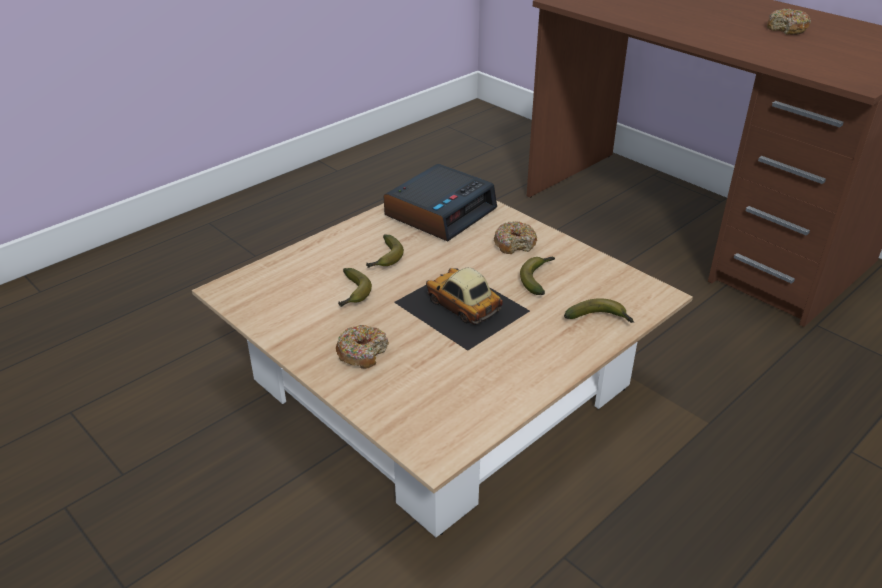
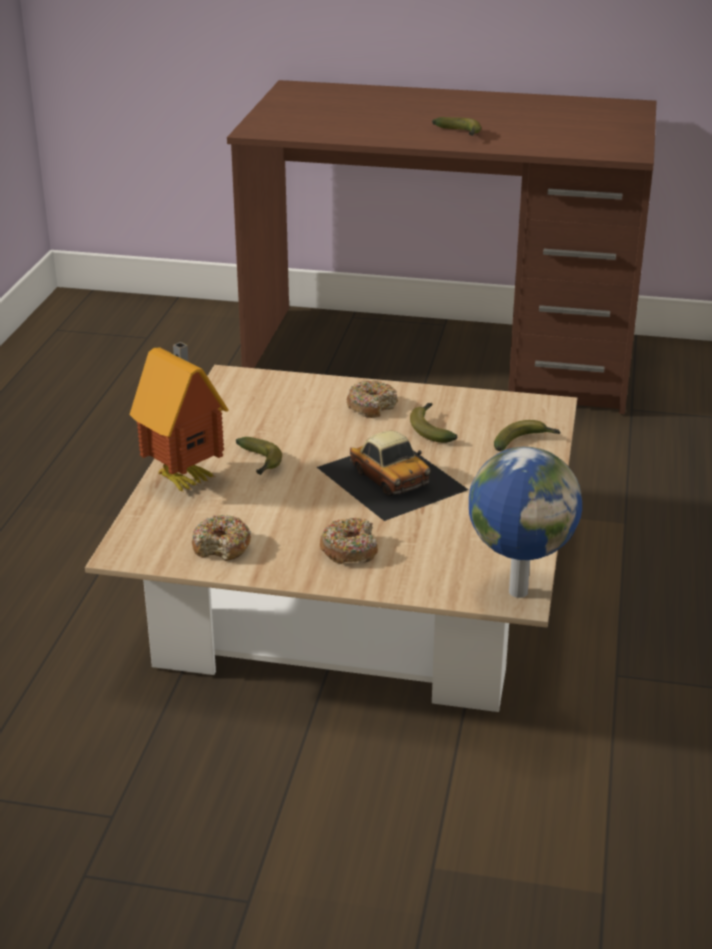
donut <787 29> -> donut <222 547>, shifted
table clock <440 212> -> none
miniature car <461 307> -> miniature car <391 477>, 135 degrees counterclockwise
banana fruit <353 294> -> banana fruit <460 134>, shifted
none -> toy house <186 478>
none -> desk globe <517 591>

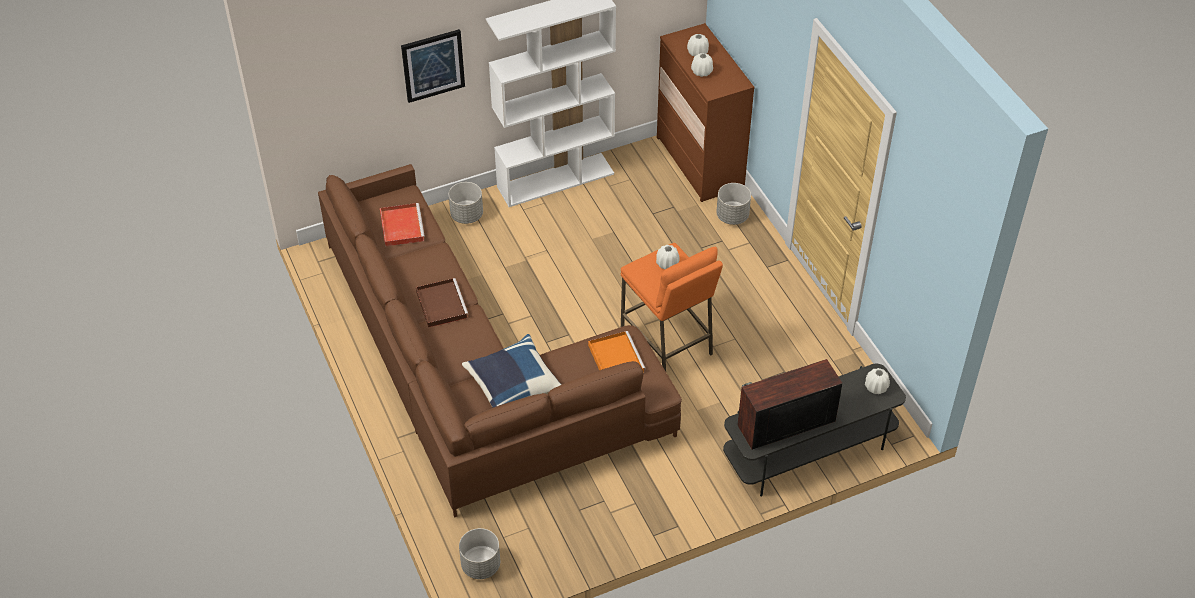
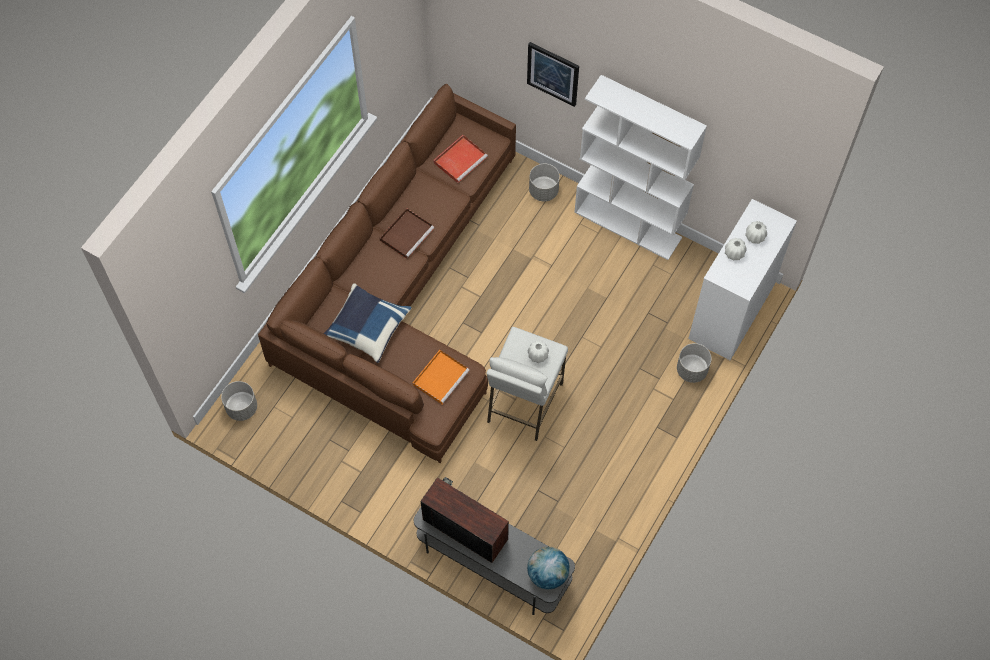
brown-coloured chest of drawers <699 163> -> white-coloured chest of drawers <731 312>
orange stool <667 342> -> white-coloured stool <524 403>
white-coloured vase <876 387> -> desk globe <547 574>

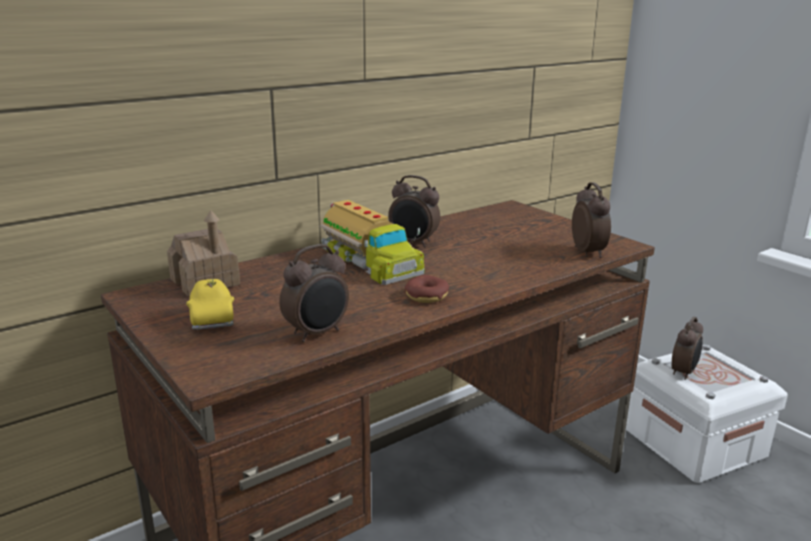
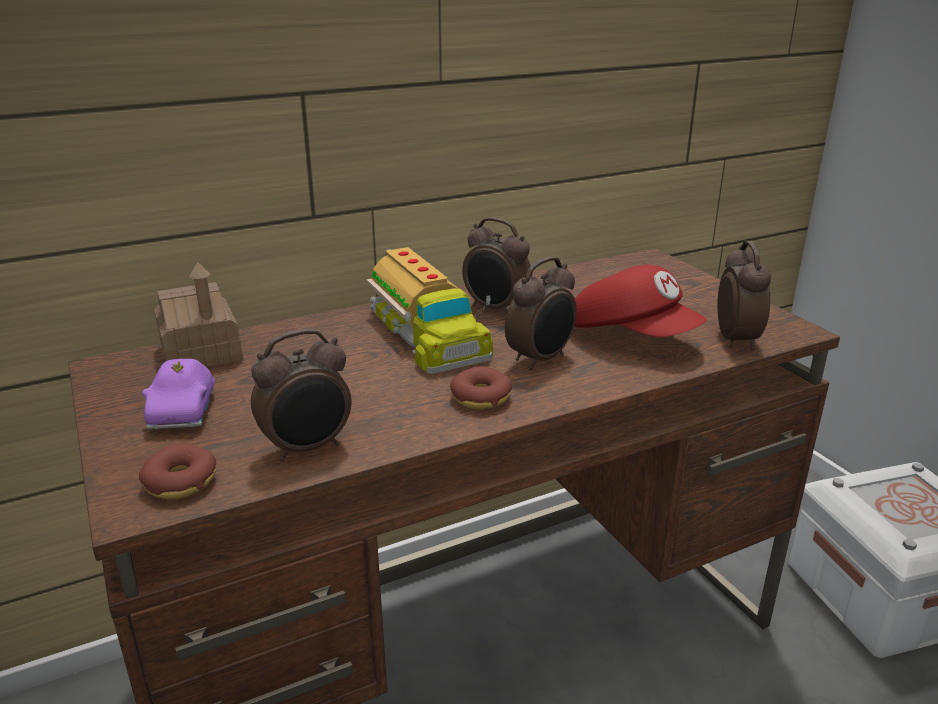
yellow miniature car <213 318> -> purple miniature car <184 412>
table clock <684 372> -> table clock <541 359>, shifted
none -> red baseball cap <631 335>
none -> donut <181 482>

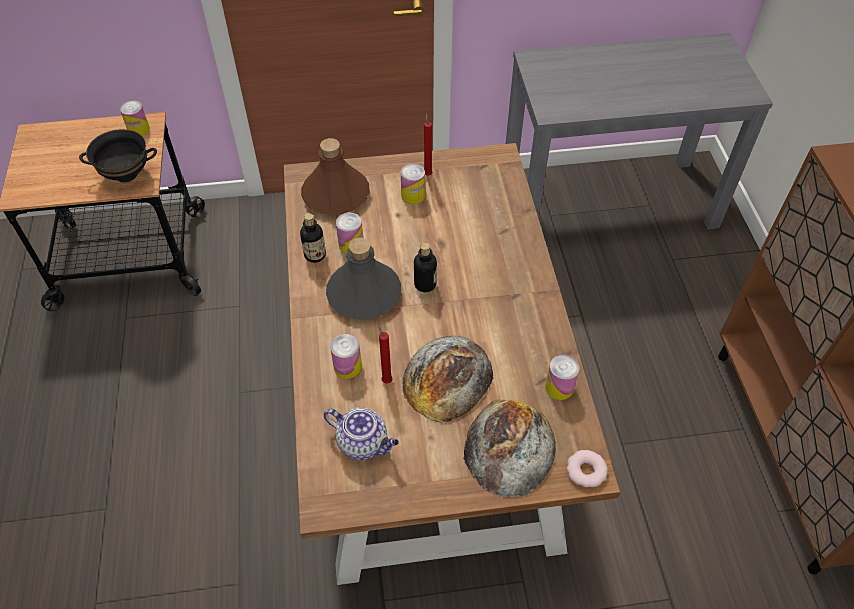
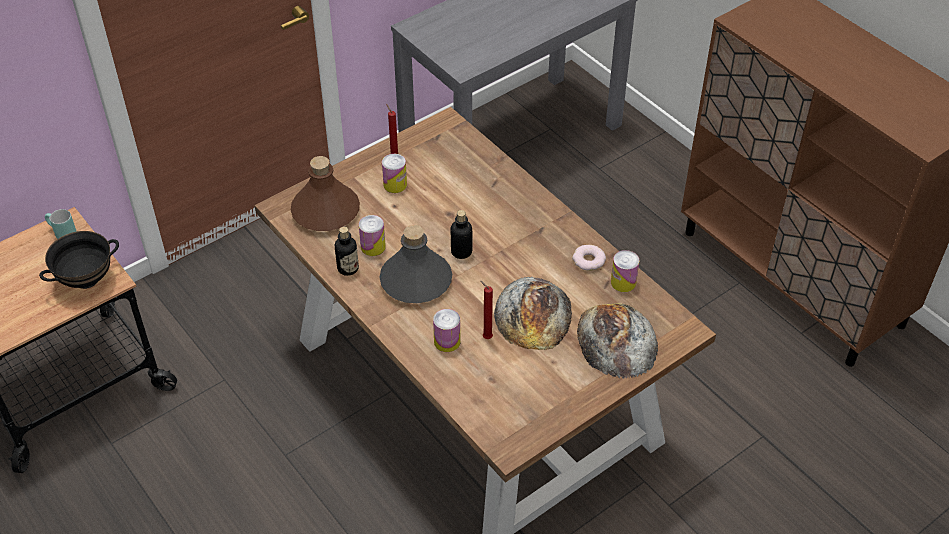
metal can <138 130> -> blue-green coffee mug <61 234>
teapot <364 443> -> none
donut <585 471> -> donut <588 260>, shifted

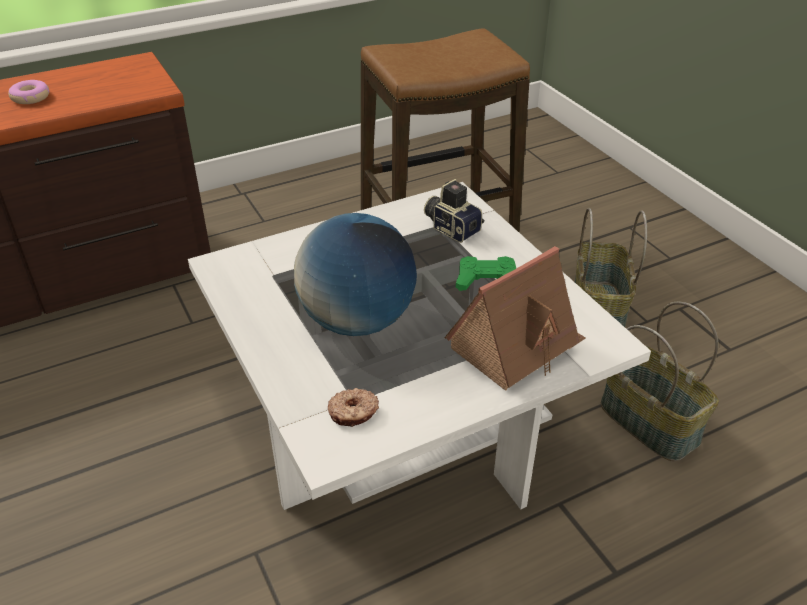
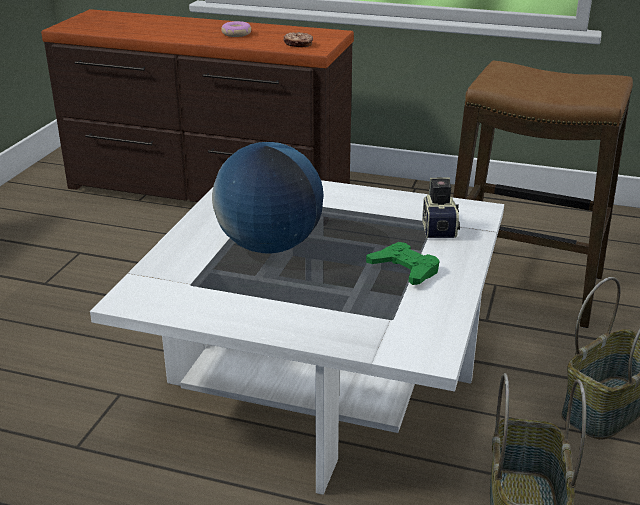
toy house <516 345> -> none
donut <353 413> -> donut <298 44>, shifted

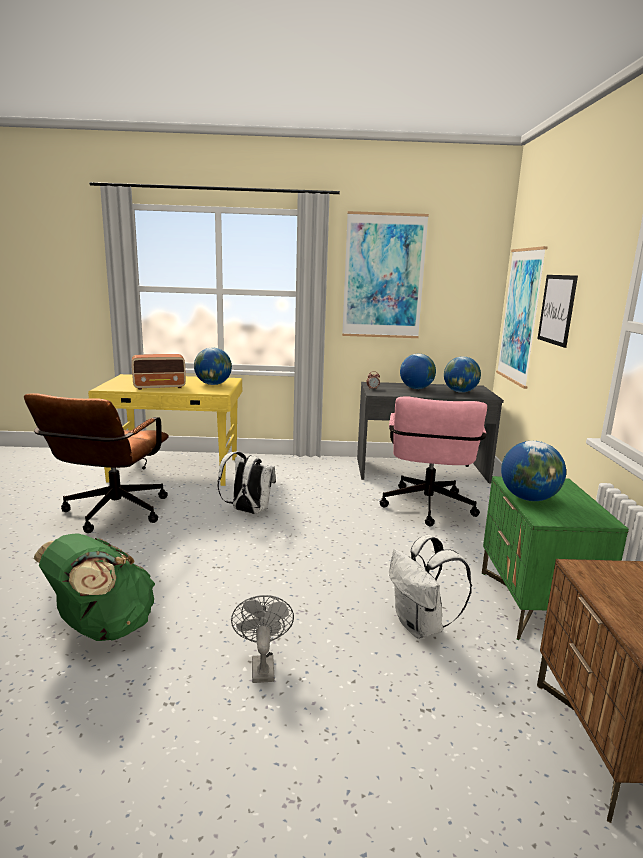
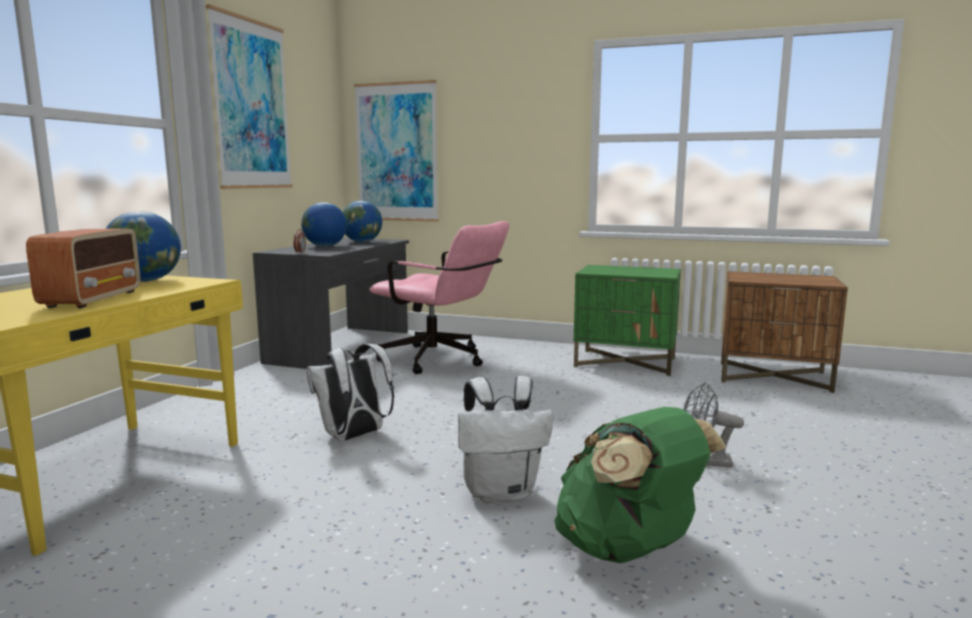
wall picture <557 309> -> none
brown-coloured desk chair <111 515> -> none
desk globe <528 498> -> none
white-coloured knapsack <421 626> -> white-coloured knapsack <501 492>, shifted

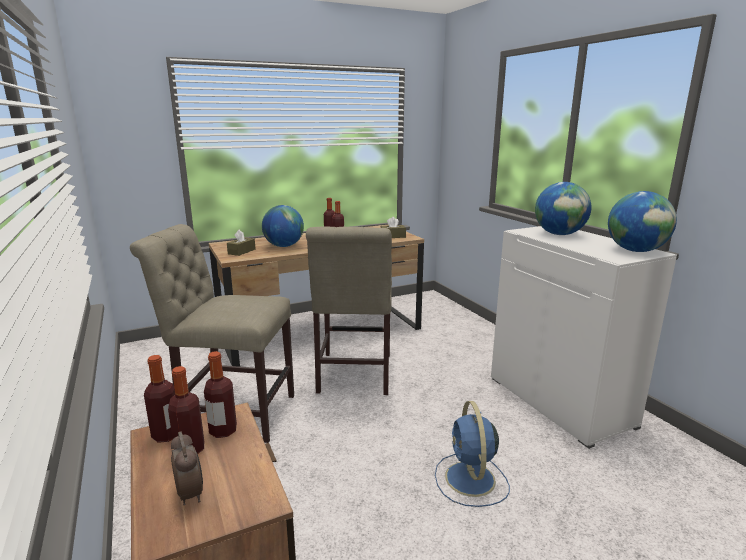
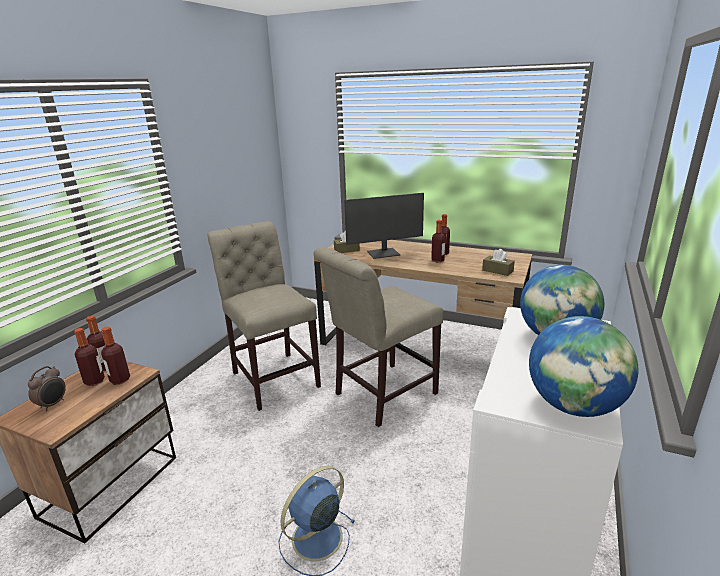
desk globe <284 246> -> monitor <384 253>

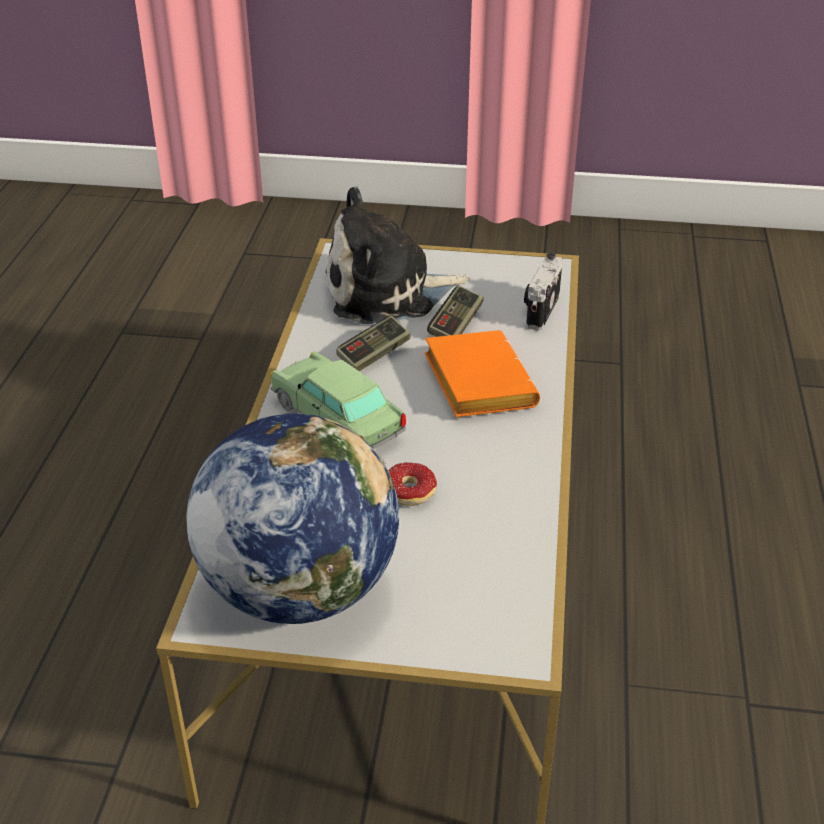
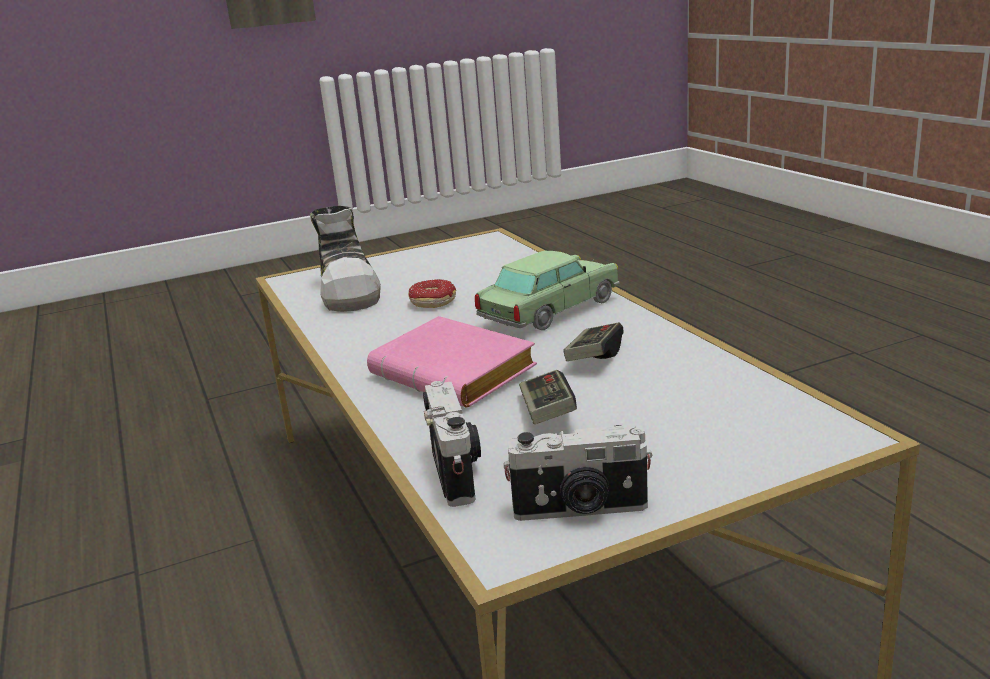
cuddly toy <387 292> -> none
orange book <474 382> -> pink book <459 374>
miniature car <337 419> -> miniature car <550 311>, 60 degrees counterclockwise
desk globe <299 589> -> none
none -> low shoe <350 291>
none -> still camera <580 510>

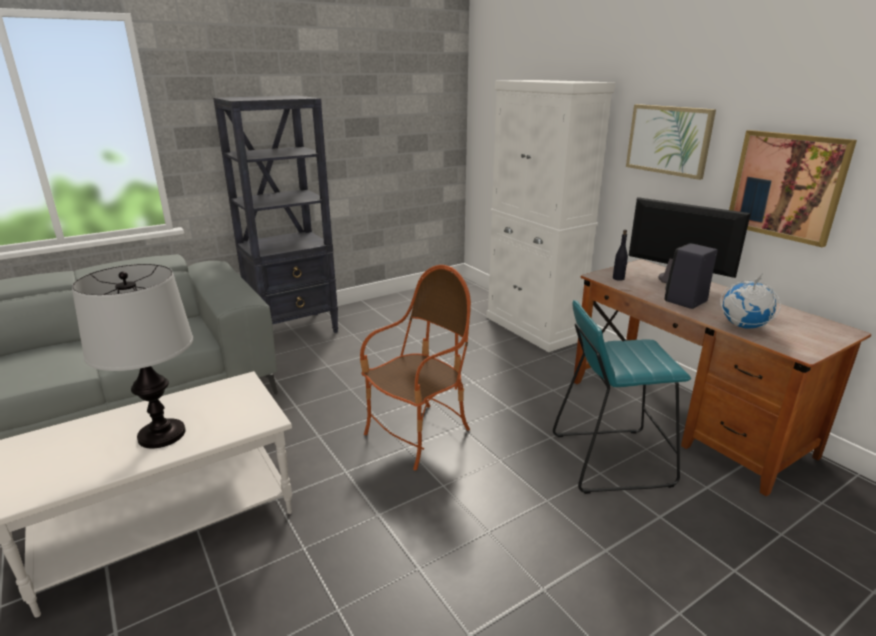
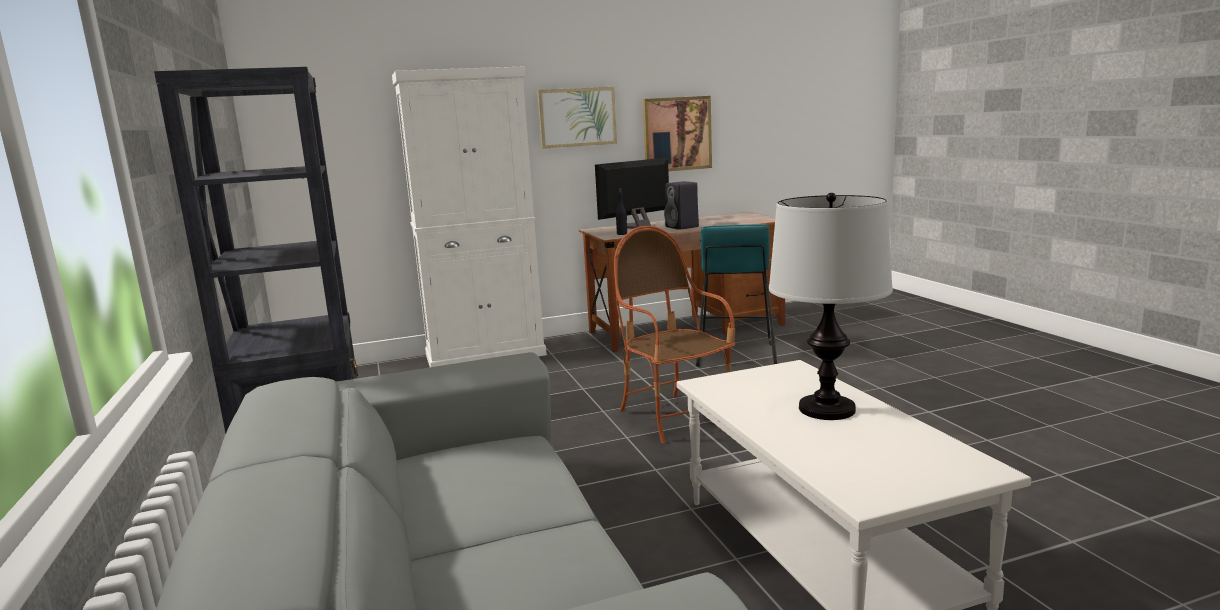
desk globe <743 326> -> none

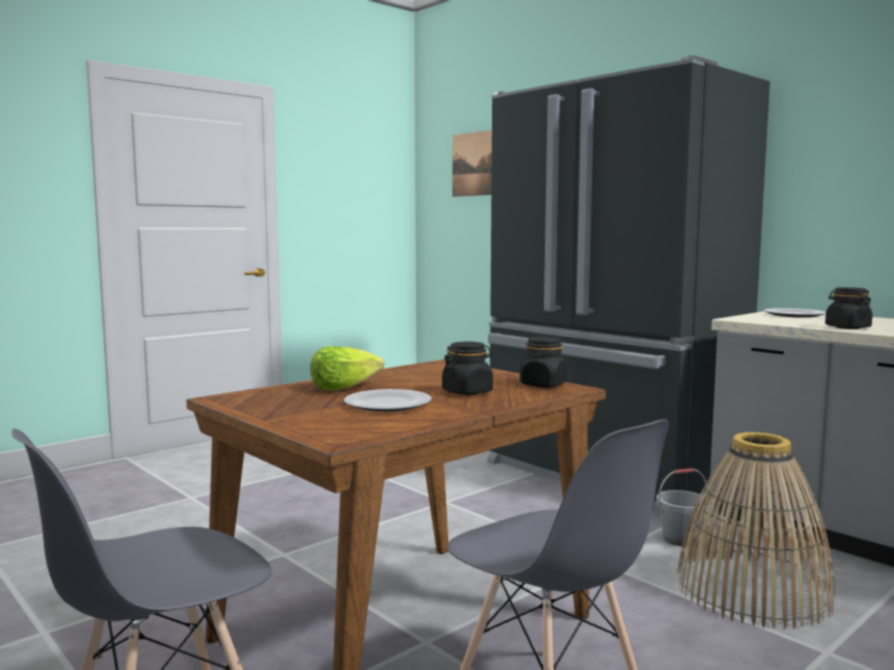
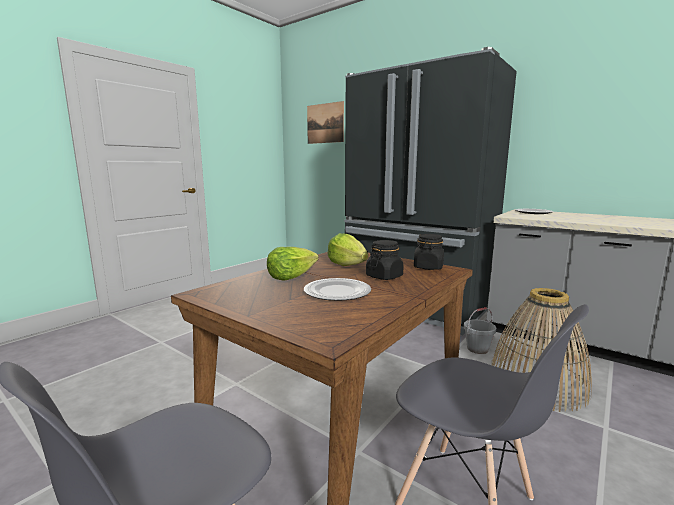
blackish preserve jar <847 327> -> none
none -> head of lettuce <347 265>

